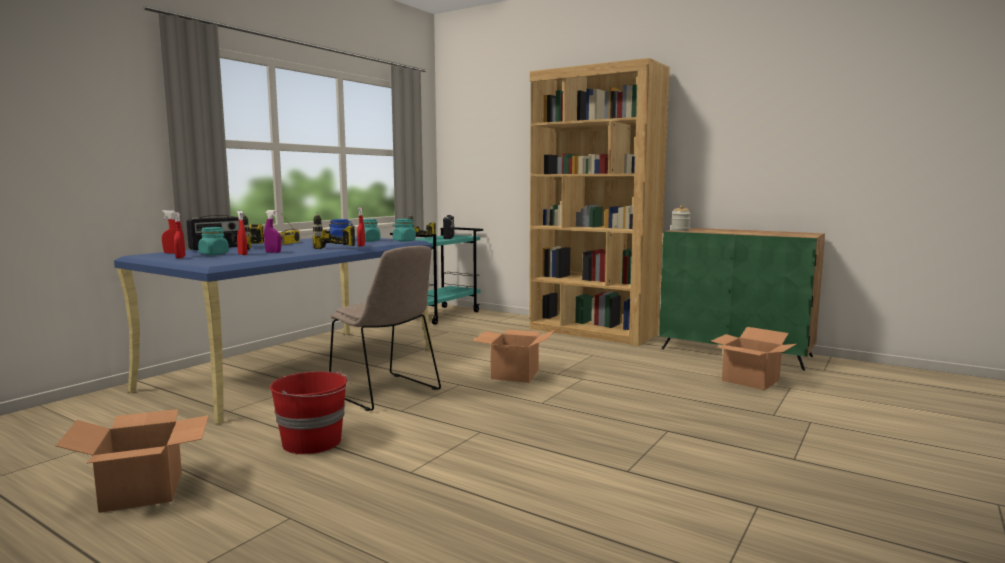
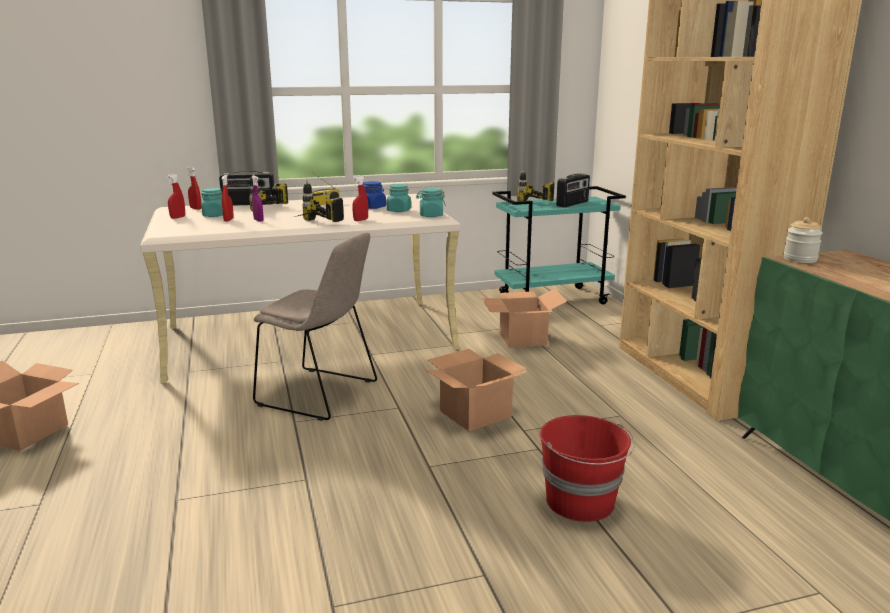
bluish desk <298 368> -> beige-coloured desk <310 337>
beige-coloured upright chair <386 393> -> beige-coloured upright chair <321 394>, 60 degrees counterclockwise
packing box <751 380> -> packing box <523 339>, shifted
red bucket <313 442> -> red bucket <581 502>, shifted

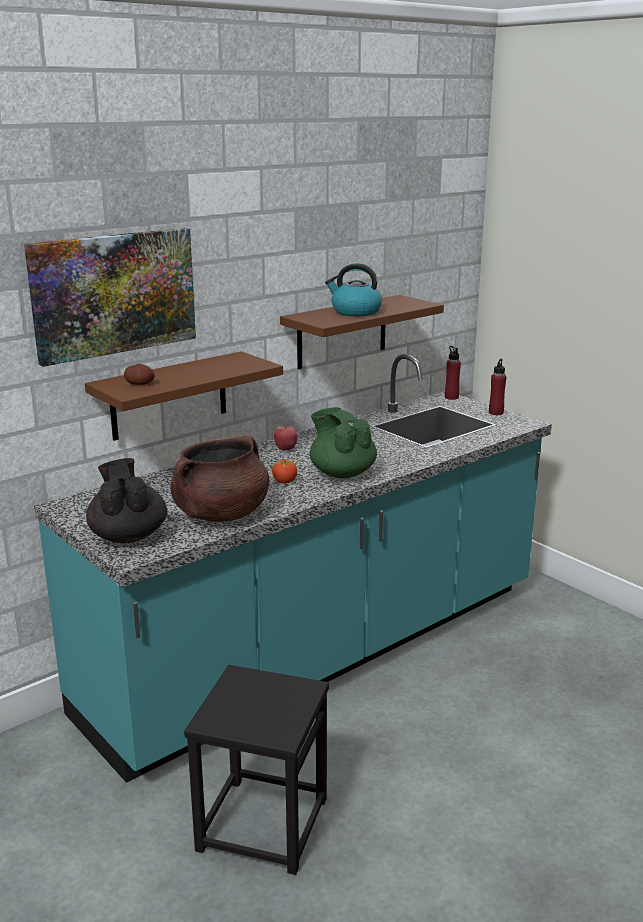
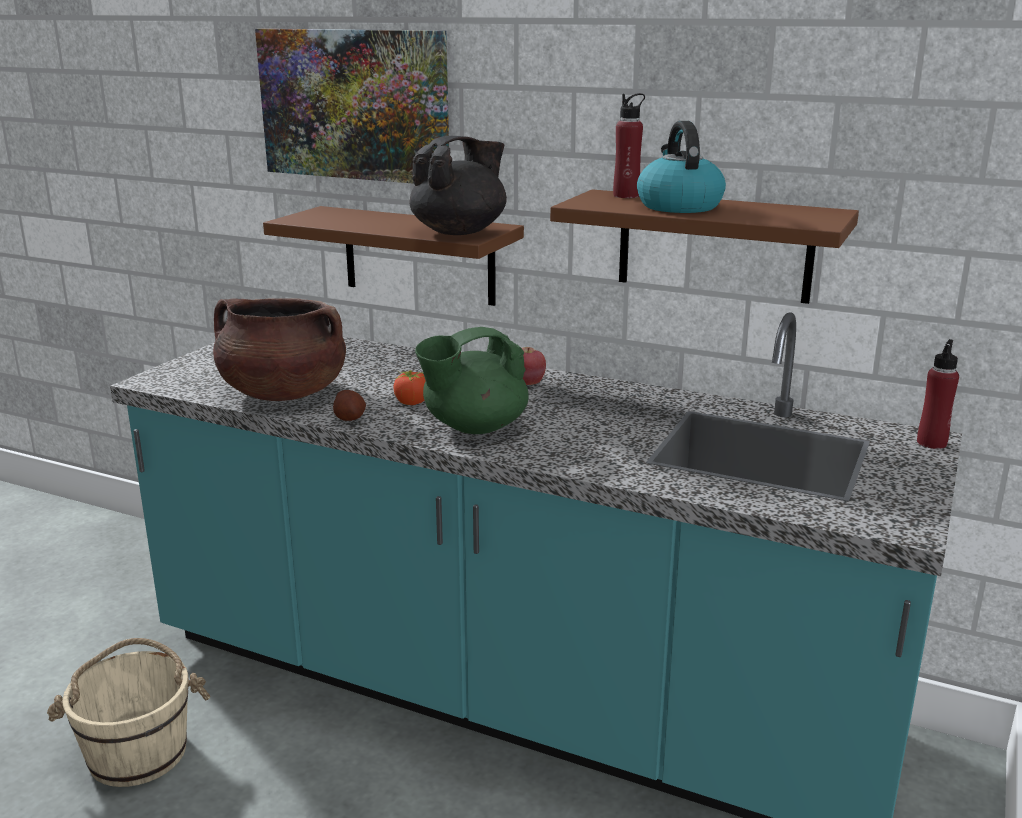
red drink bottle <496 413> -> red drink bottle <626 195>, shifted
whole potato <140 384> -> whole potato <349 418>, shifted
greenish teapot <342 473> -> greenish teapot <474 427>, 150 degrees counterclockwise
blackish teapot <128 536> -> blackish teapot <460 232>, shifted
blackish stool <262 823> -> beige-coloured bucket <138 752>

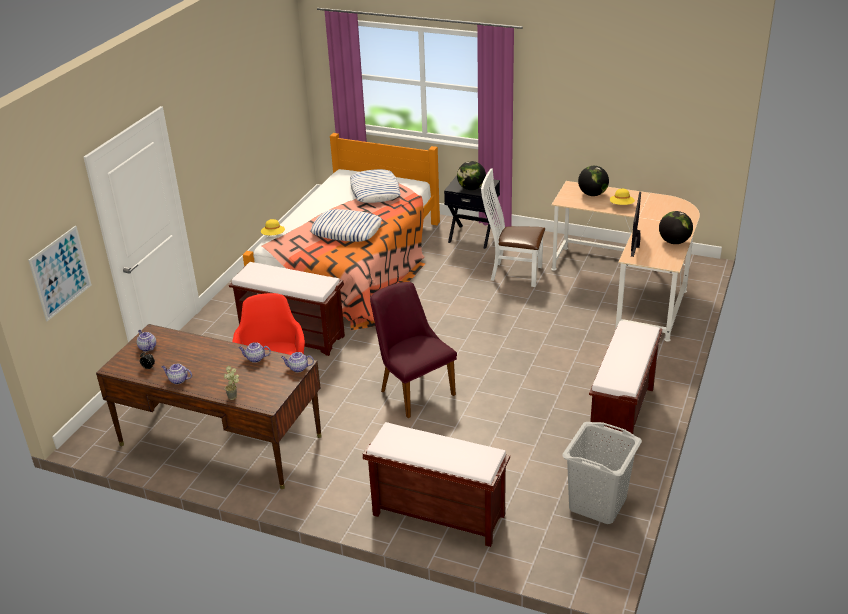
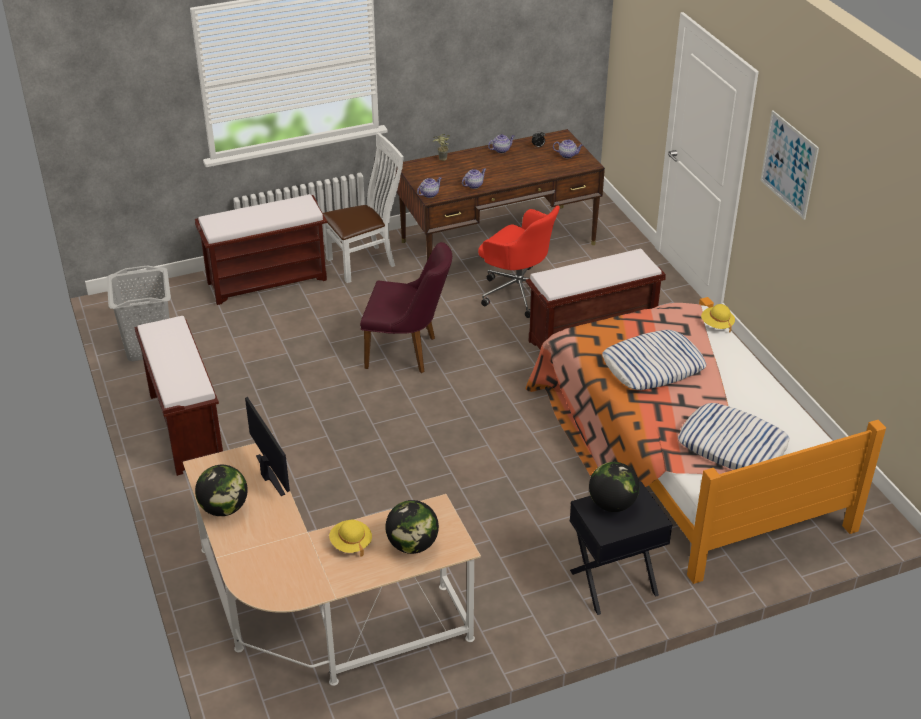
white-coloured upright chair <512 273> -> white-coloured upright chair <365 262>, shifted
wall picture <60 273> -> wall picture <789 164>, shifted

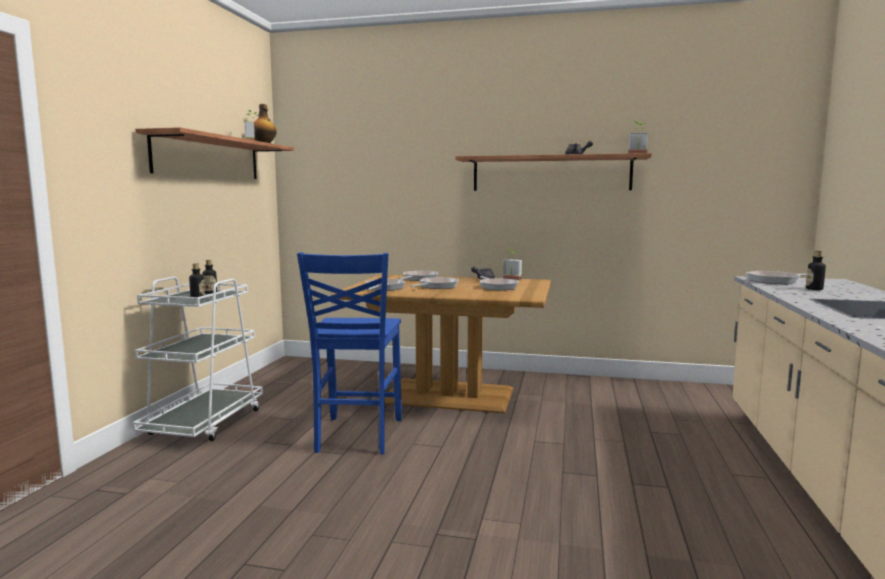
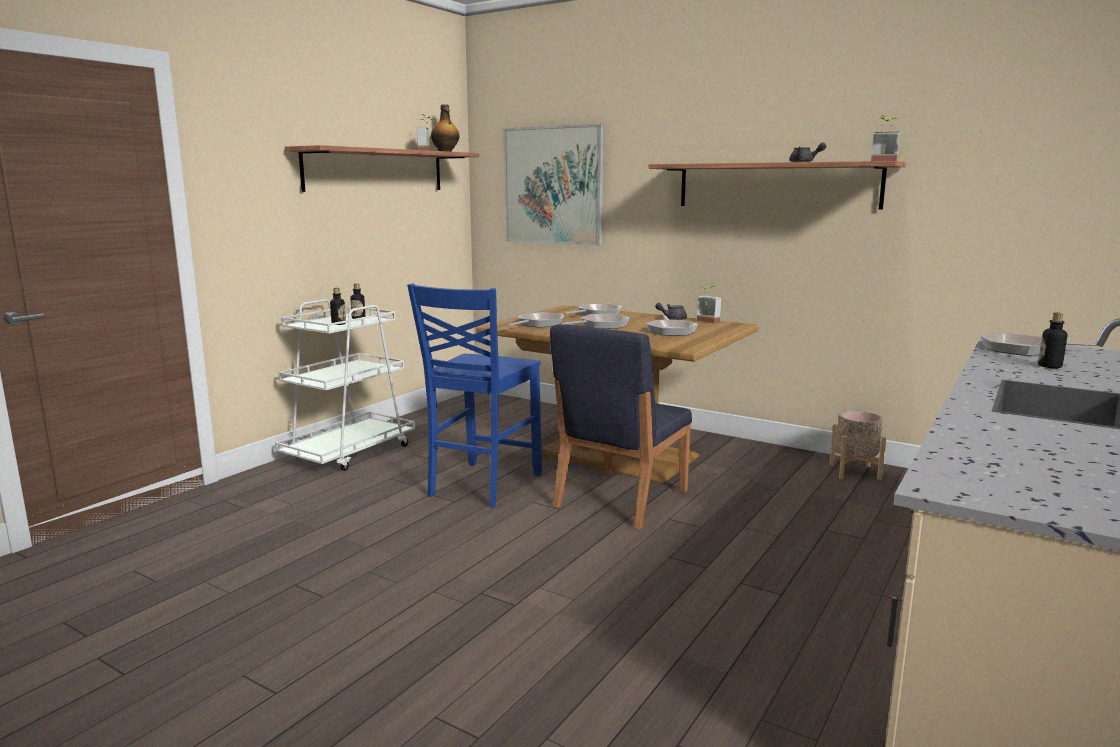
none -> wall picture <553 185>
none -> bluish upright chair <619 499>
none -> beige-coloured flower pot <855 472>

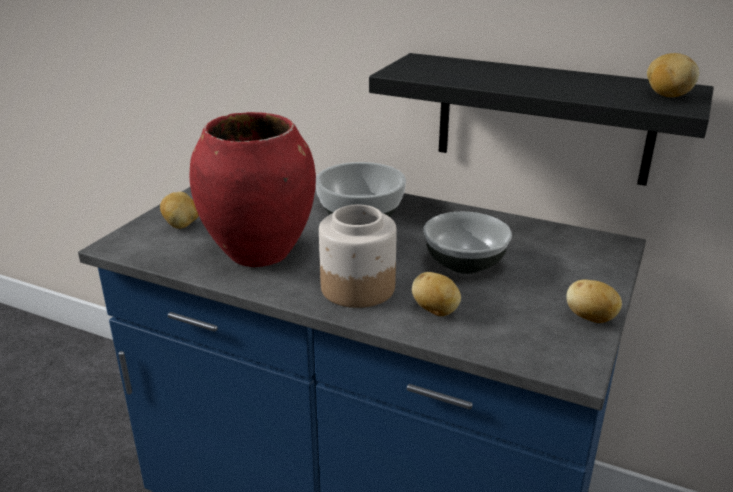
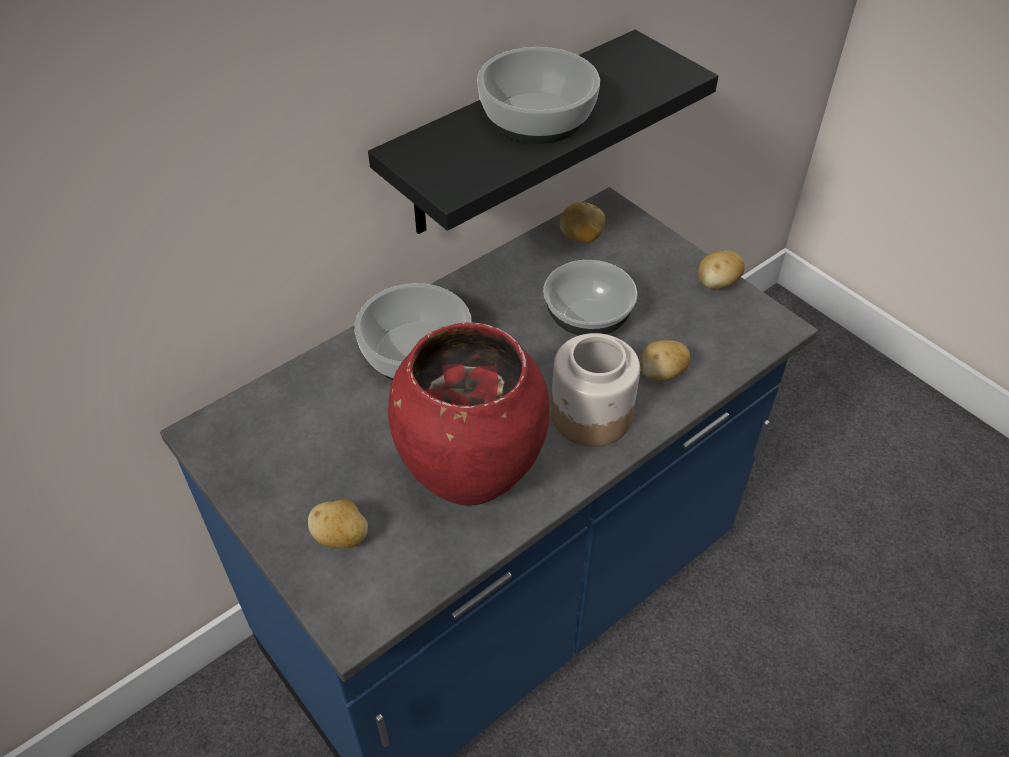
whole potato <666 96> -> whole potato <581 237>, shifted
none -> deep dish <536 117>

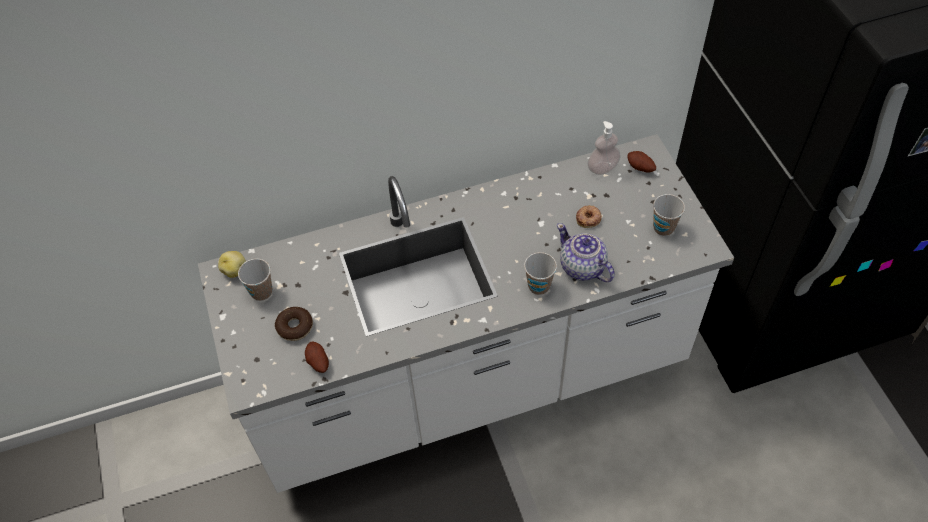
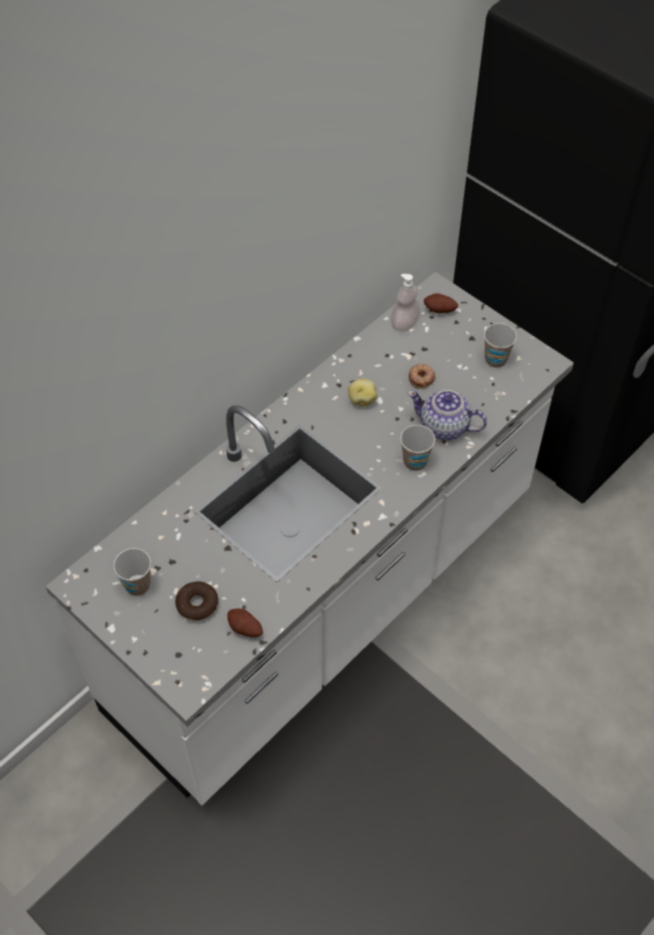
whole potato <235 270> -> whole potato <362 399>, shifted

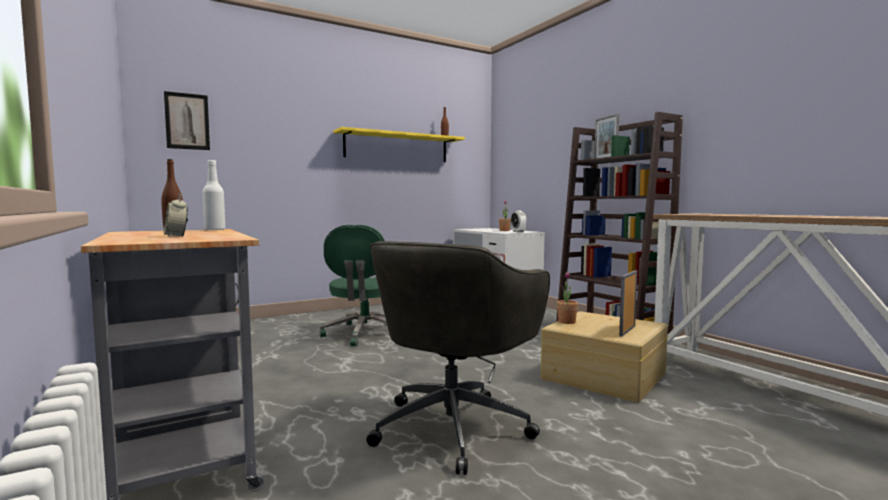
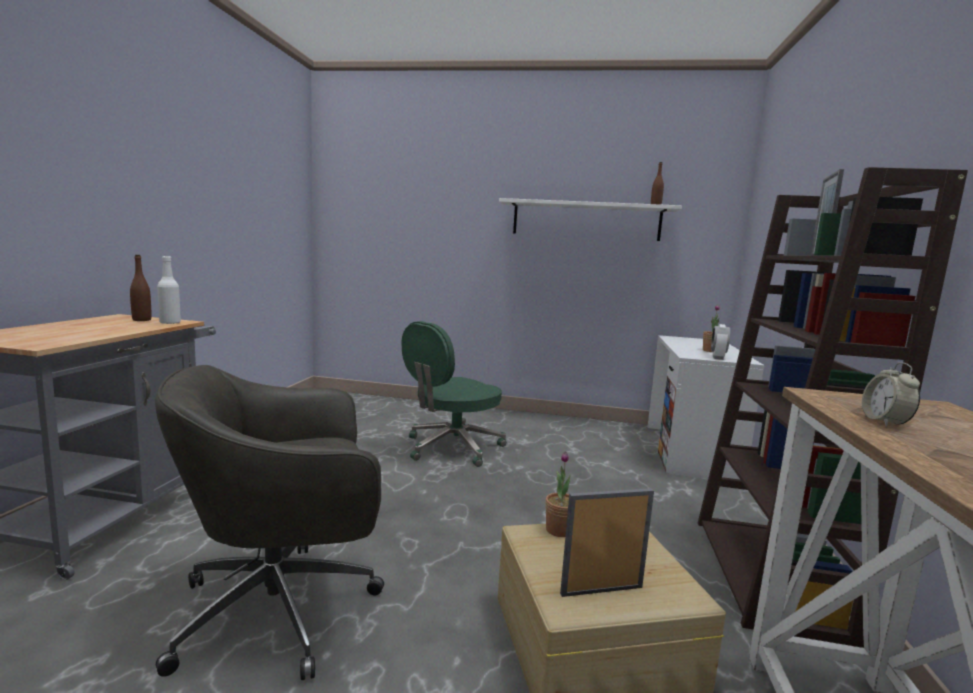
wall picture <187 121> -> none
yellow wall shelf <397 147> -> white-coloured wall shelf <586 221>
table clock <176 236> -> table clock <885 422>, shifted

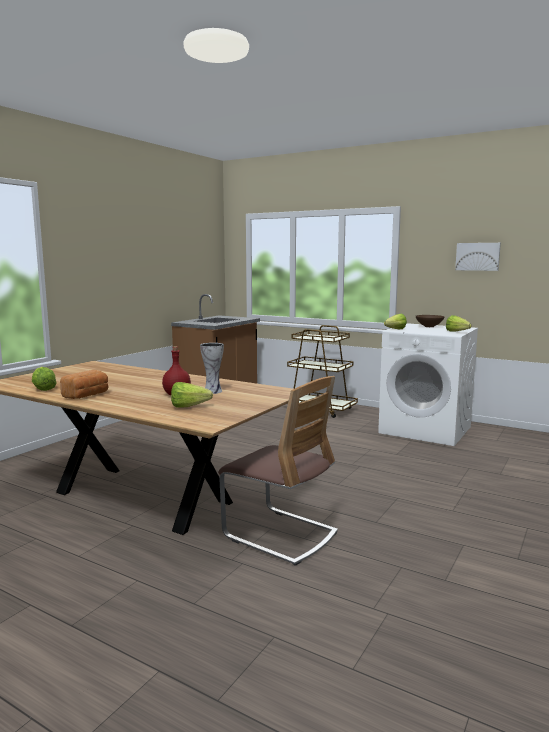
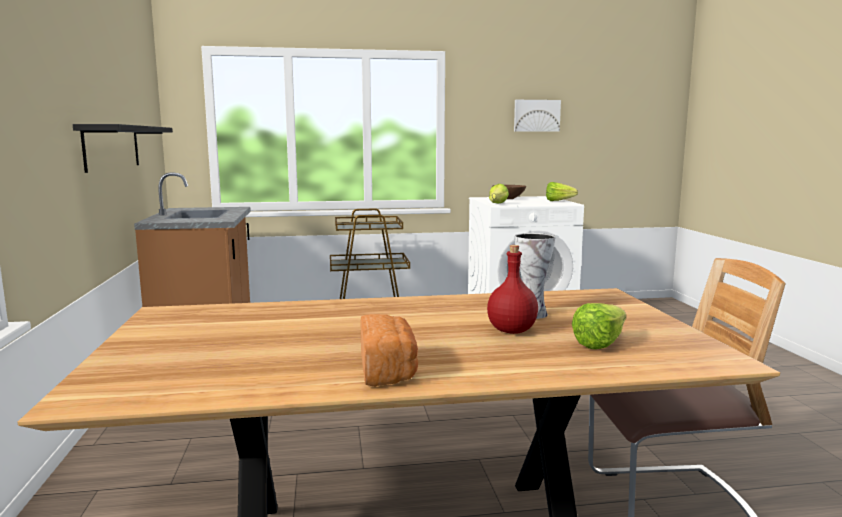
head of lettuce <43 389> -> none
none -> blackish wall shelf <112 147>

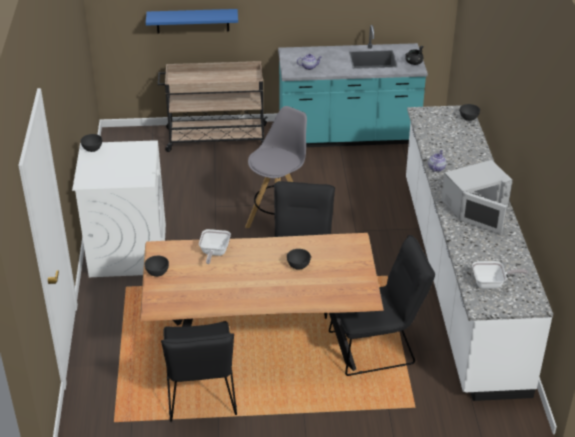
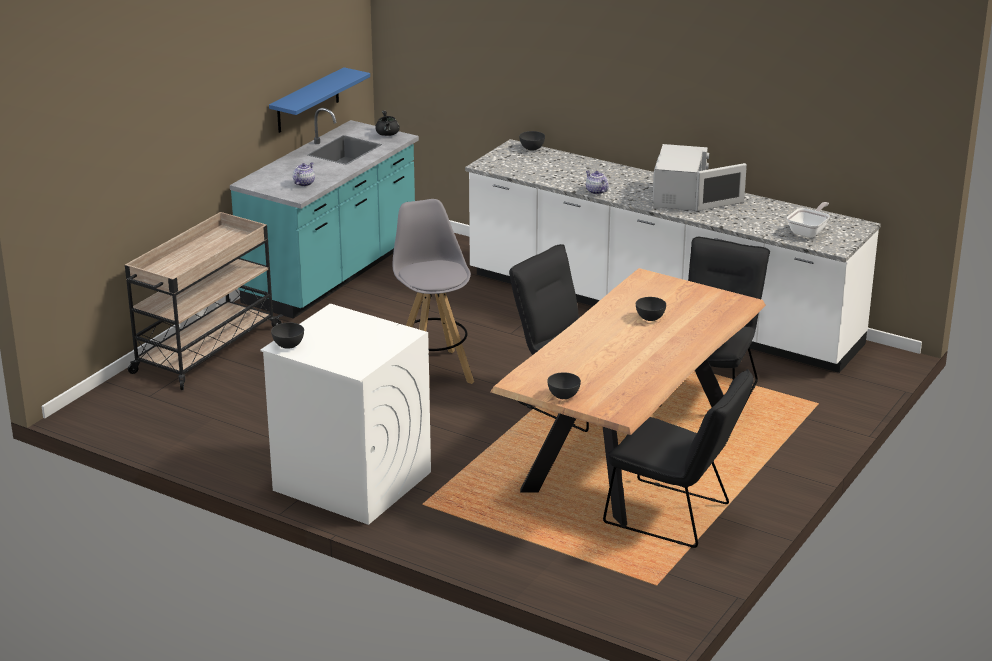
bluish wall shelf <192 21> -> bluish wall shelf <308 101>, shifted
pan <214 253> -> none

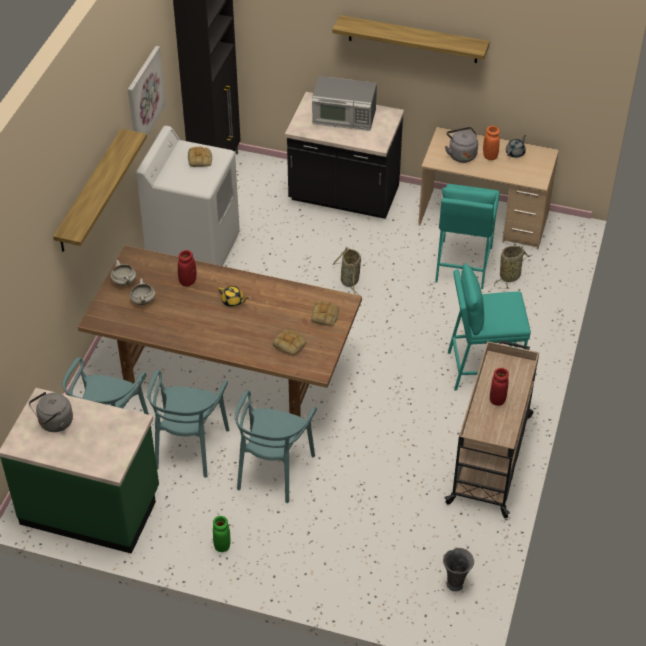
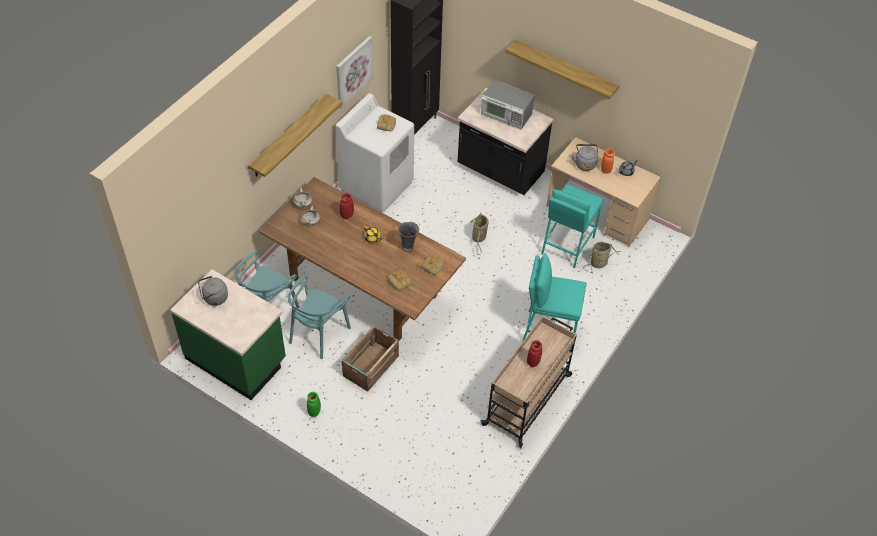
blue-green upright chair <273 470> -> packing crate <370 366>
grey vase <455 583> -> grey vase <408 247>, shifted

